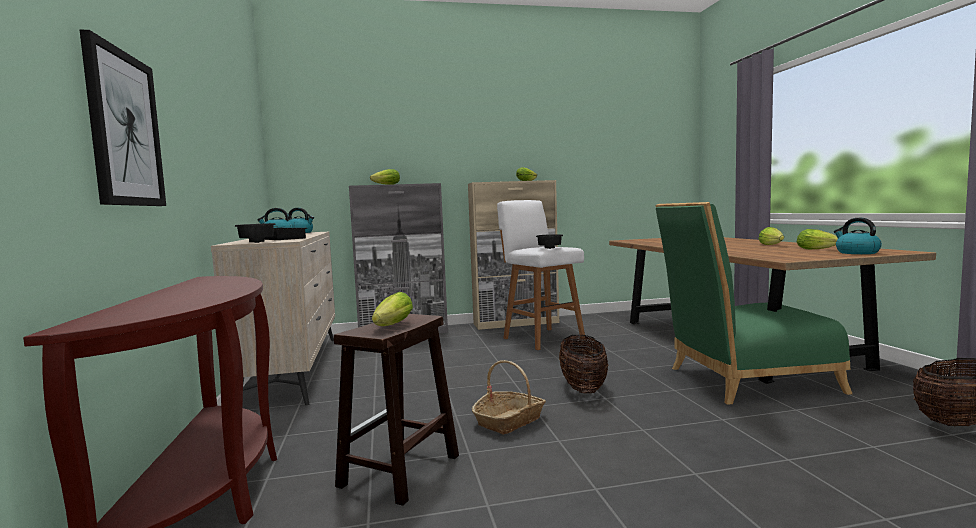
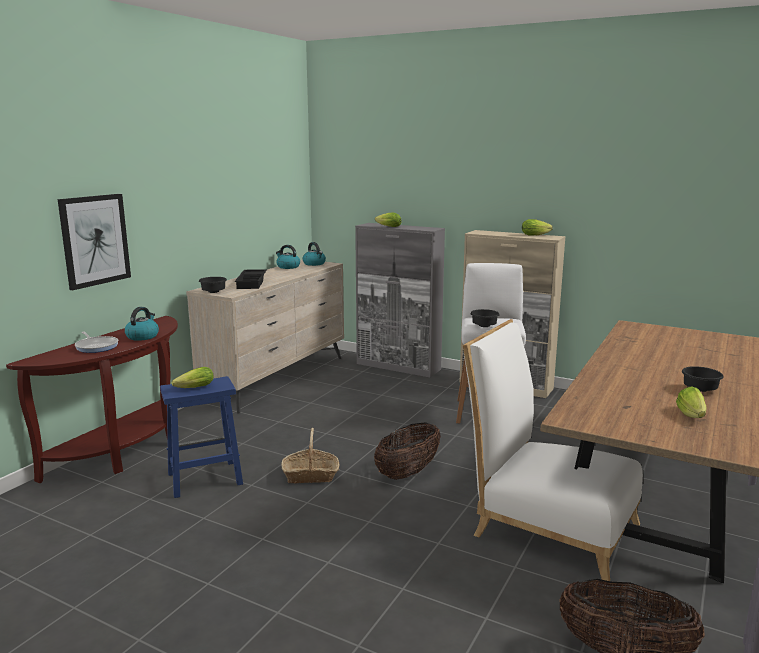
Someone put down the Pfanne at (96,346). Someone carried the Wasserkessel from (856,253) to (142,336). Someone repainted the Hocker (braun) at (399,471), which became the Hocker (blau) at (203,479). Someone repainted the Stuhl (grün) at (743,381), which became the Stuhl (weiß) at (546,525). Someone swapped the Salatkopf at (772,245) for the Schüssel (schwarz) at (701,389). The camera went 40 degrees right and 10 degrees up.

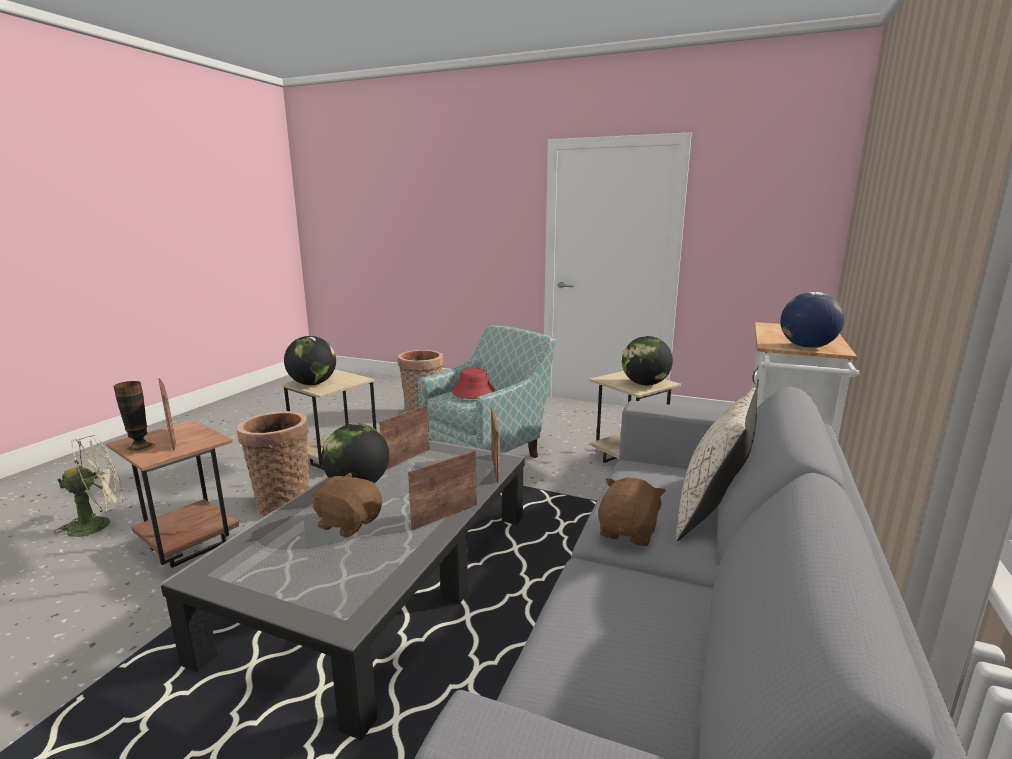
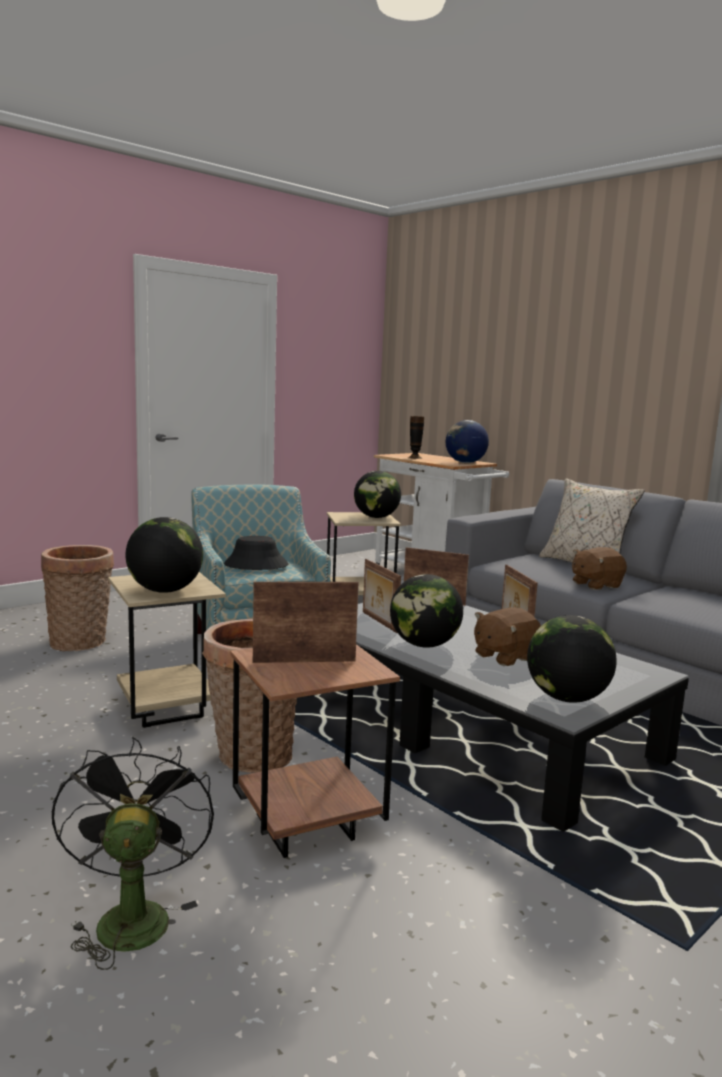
Someone repainted the Ventilator (beige) at (99,524), which became the Ventilator (schwarz) at (132,915). Someone repainted the Hut (rot) at (473,392), which became the Hut (schwarz) at (255,565). Someone carried the Vase from (140,447) to (415,458). Someone put down the Globus at (566,698). Someone rotated the Plüschtier (braun) at (628,532) by 75 degrees counterclockwise. The camera went 65 degrees left and 5 degrees down.

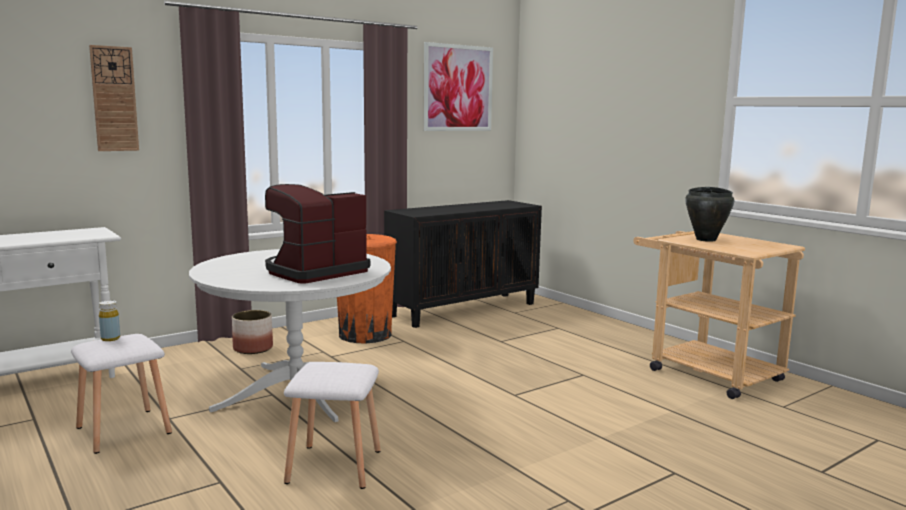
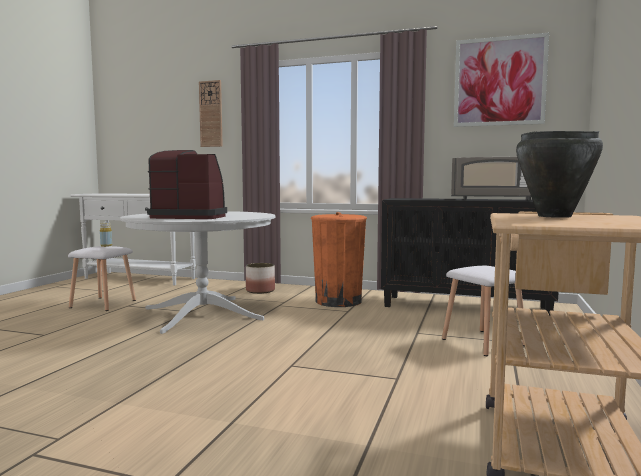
Someone carried the Hocker (weiß) from (334,465) to (484,342). Someone put down the Mikrowelle (grau) at (494,199). The camera went 55 degrees right and 5 degrees down.

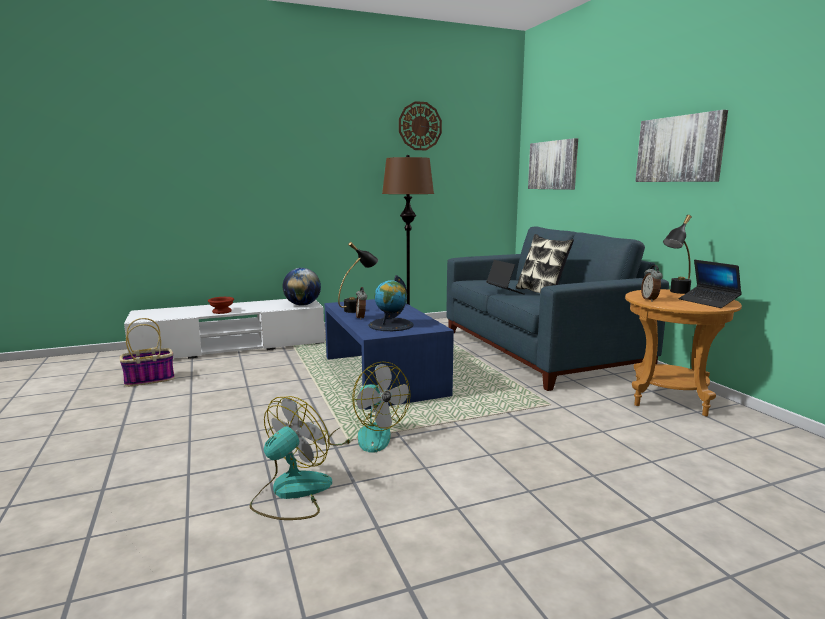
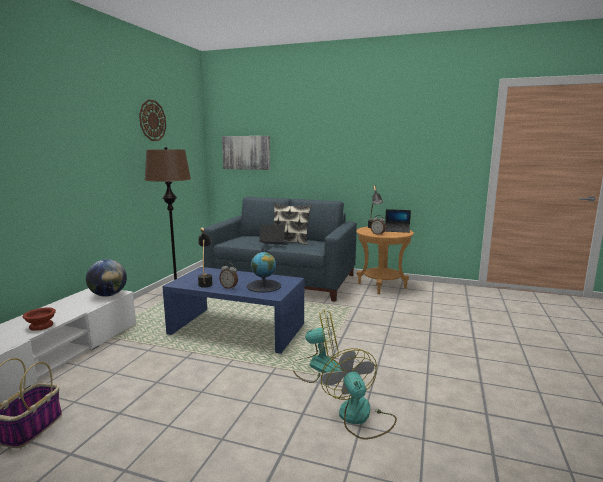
Someone took away the Bild at (679,149). The camera went 50 degrees left and 0 degrees up.

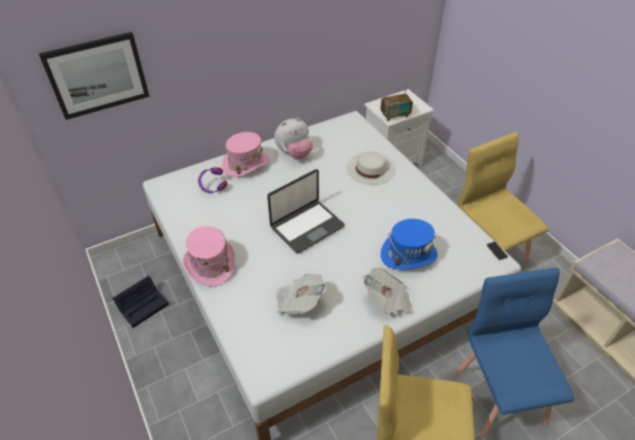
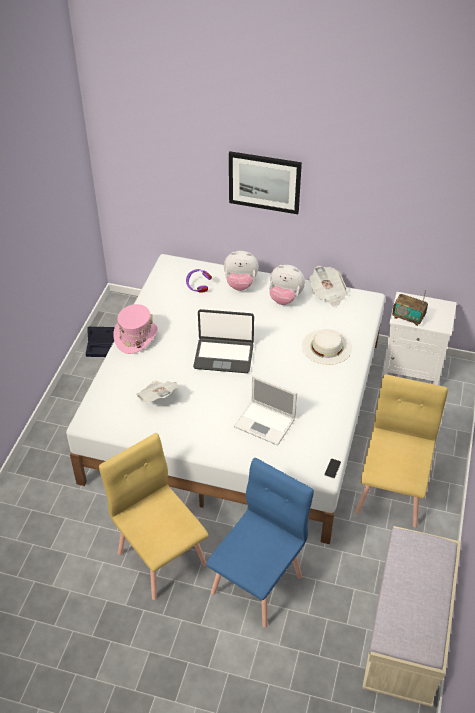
Someone swapped the Hut (rosa) at (246,164) for the Plüschtier at (240,284). Someone carried the Bild from (97,75) to (264,182). Someone swapped the Hut (blau) at (408,254) for the Laptop at (266,423). Someone carried the Zeitung from (387,301) to (328,294). The camera went 45 degrees right and 0 degrees up.

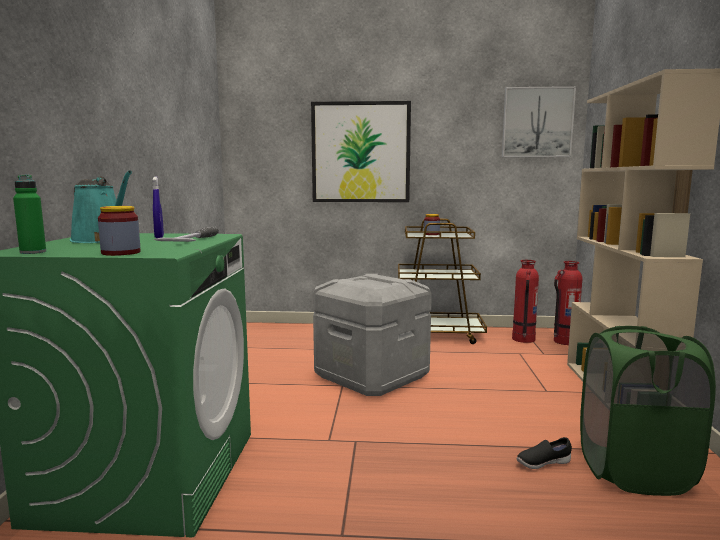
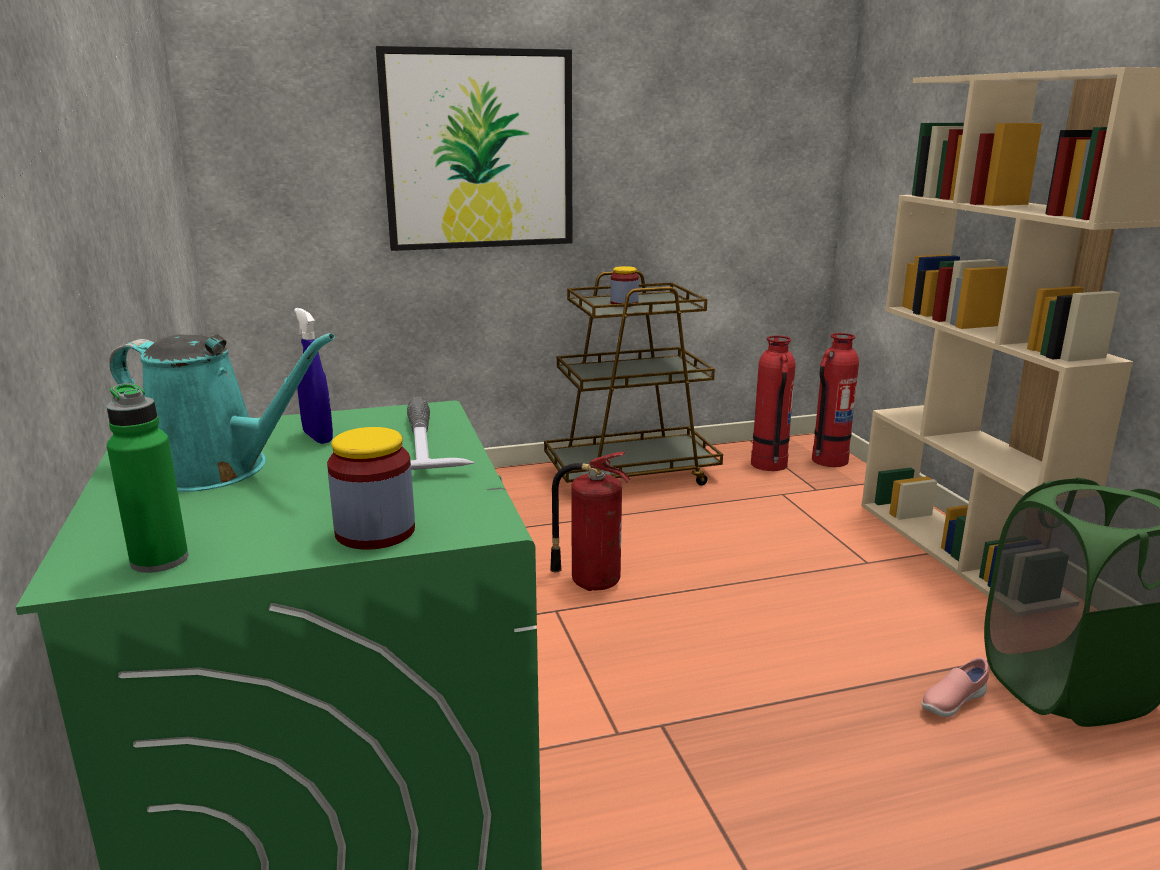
Someone swapped the Aufbewahrungsbox (grau) at (372,376) for the Feuerlöscher at (592,581). Someone repainted the Schuh (schwarz) at (542,463), which became the Schuh (rosa) at (952,702). Someone took away the Bild at (537,122). The camera went 20 degrees left and 10 degrees up.

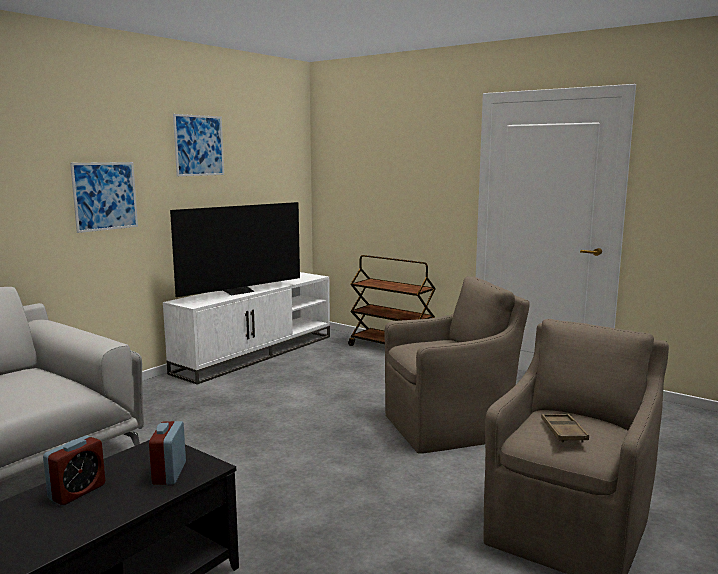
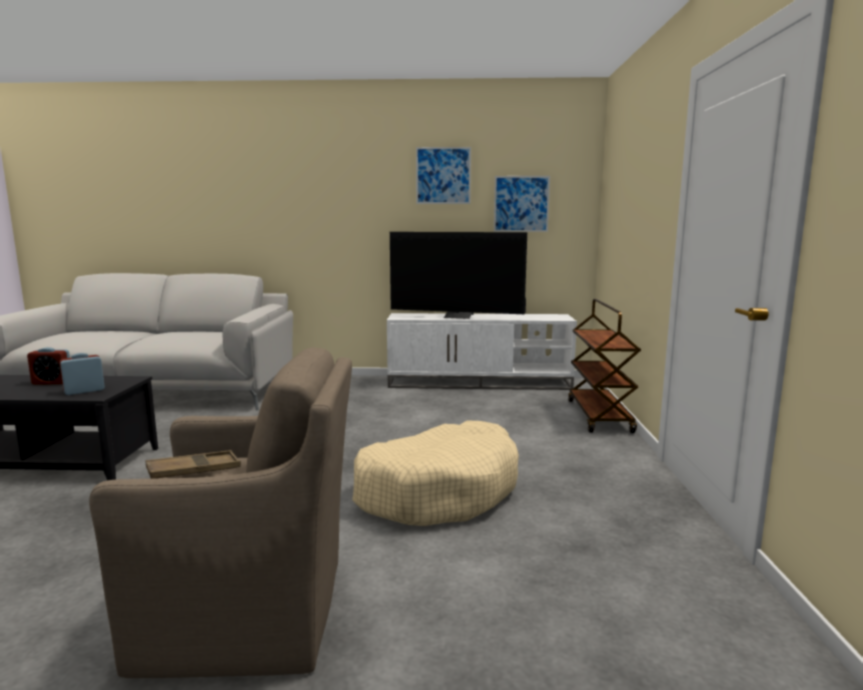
Someone swapped the Sessel (braun) at (449,427) for the Hundebett (beige) at (438,491). Someone carried the Bild from (105,196) to (521,204). The camera went 55 degrees right and 0 degrees up.

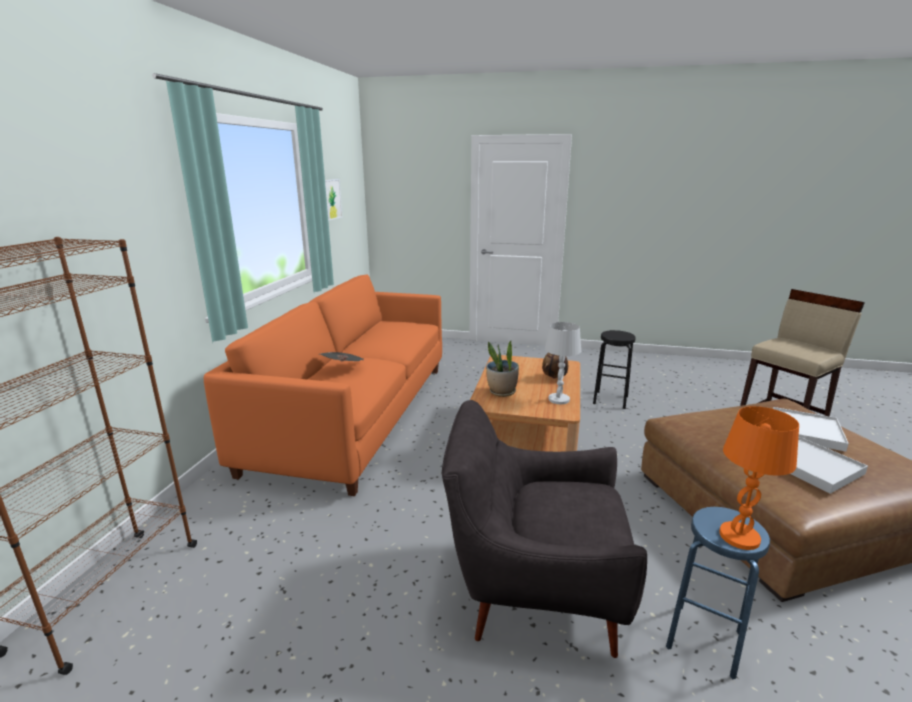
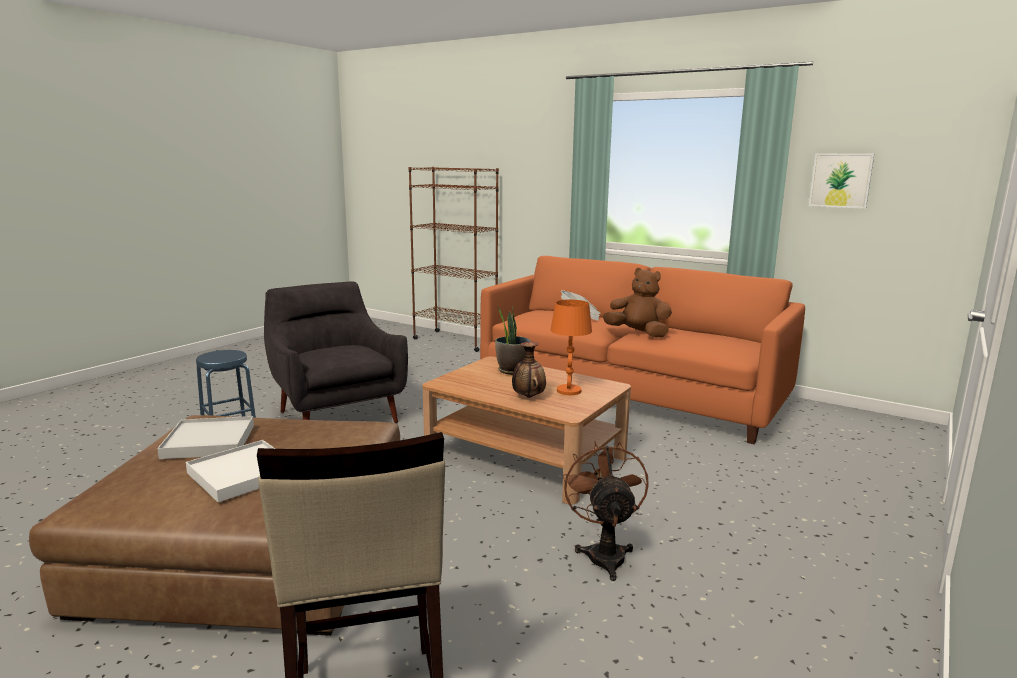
Someone rotated the Sessel (grau) at (533,590) by 60 degrees counterclockwise. Someone carried the Tischlampe (orange) from (739,536) to (569,391). Someone swapped the Hocker (schwarz) at (610,400) for the Ventilator (braun) at (604,553). Someone put down the Plüschtier (braun) at (638,334). Someone took away the Tischlampe (weiß) at (558,399). The camera went 110 degrees right and 5 degrees down.

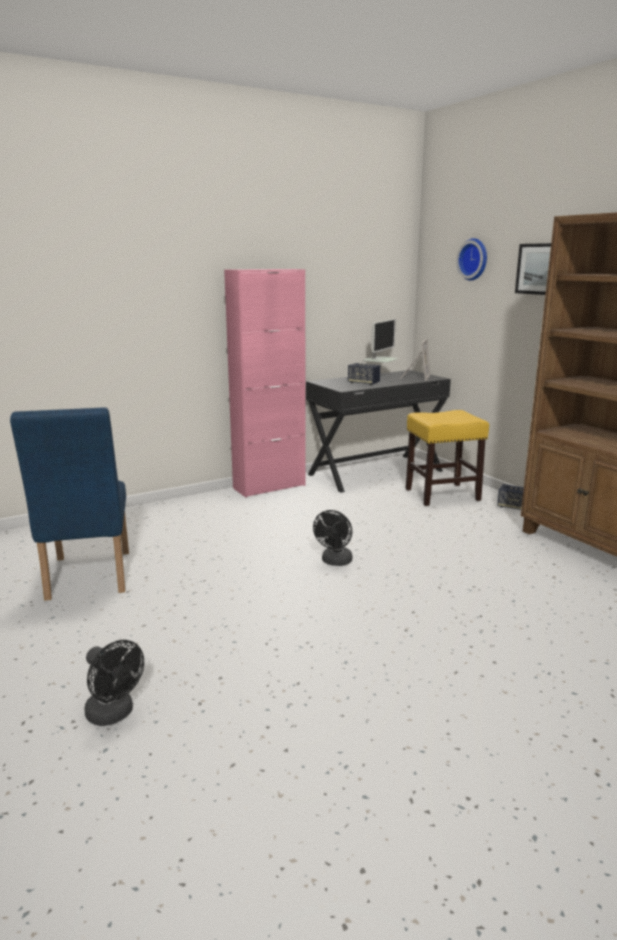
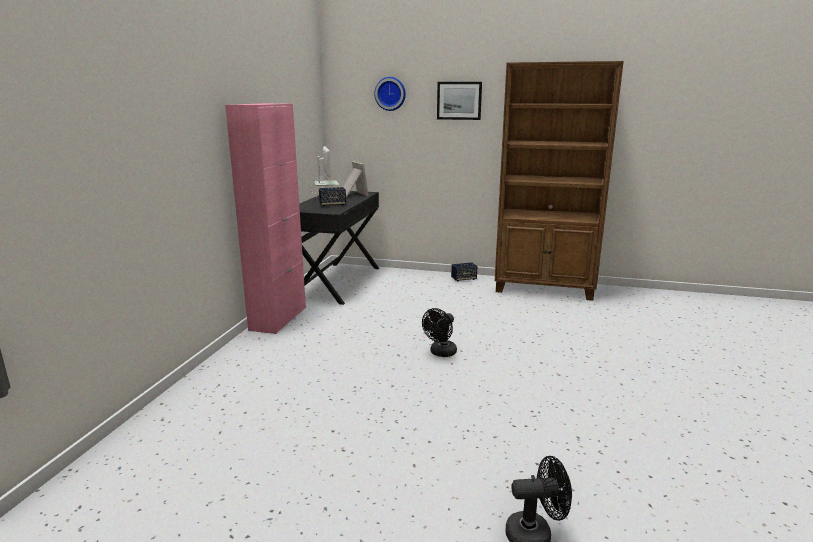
Someone rotated the Ventilator (schwarz) at (335,562) by 60 degrees clockwise. Someone took away the Stuhl (blau) at (87,579). Someone took away the Hocker (gelb) at (441,495). The camera went 45 degrees left and 0 degrees up.

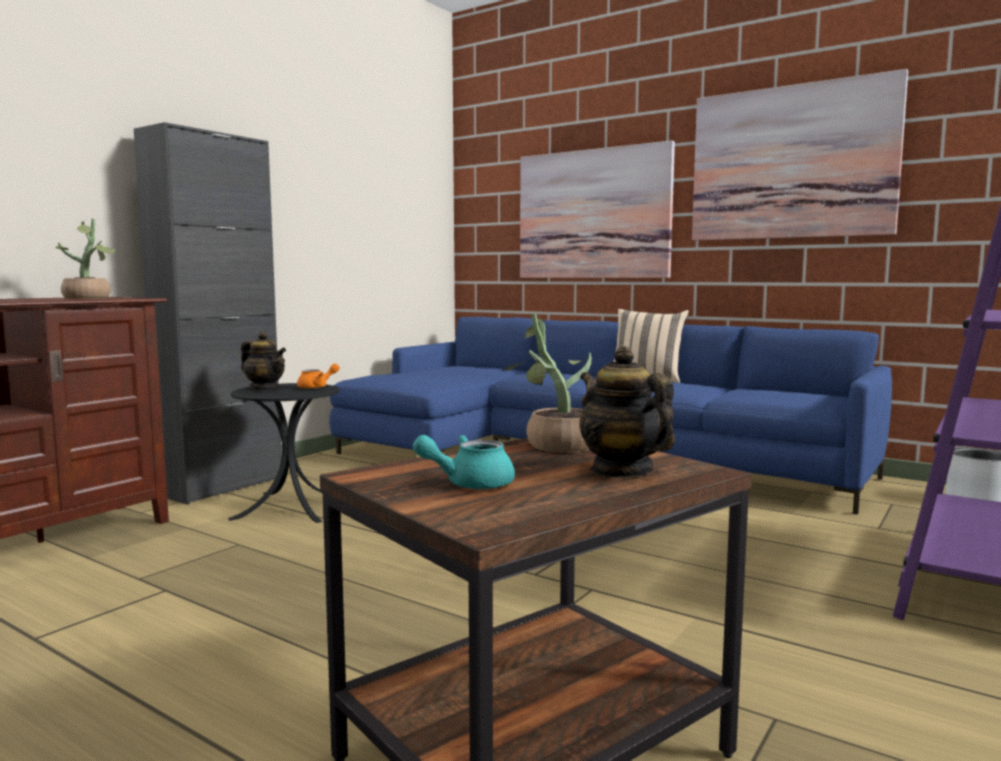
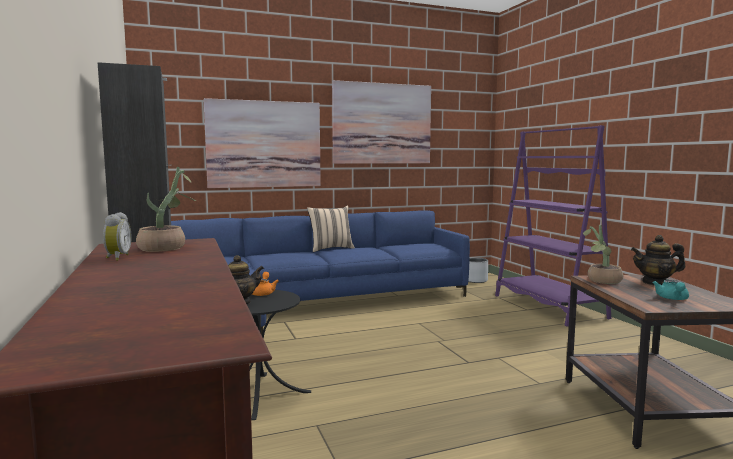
Someone put down the Wecker at (116,258). The camera went 55 degrees left and 0 degrees up.

